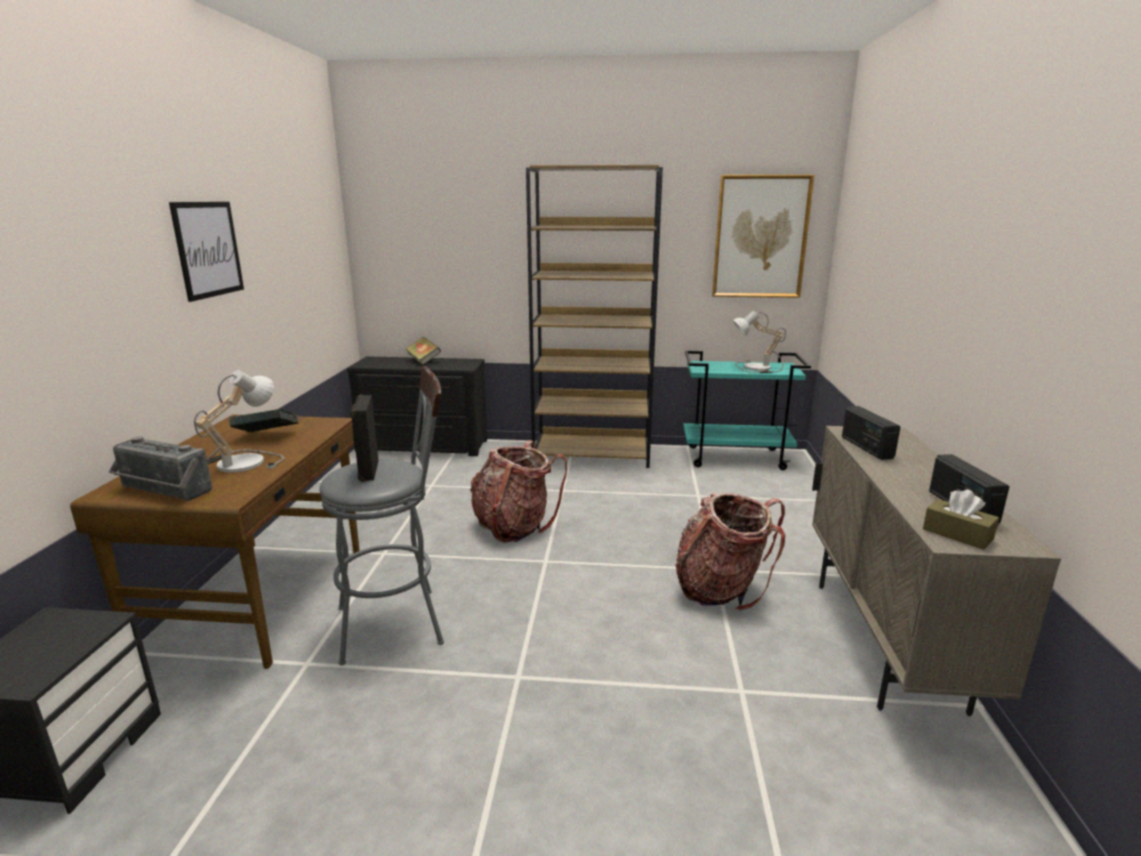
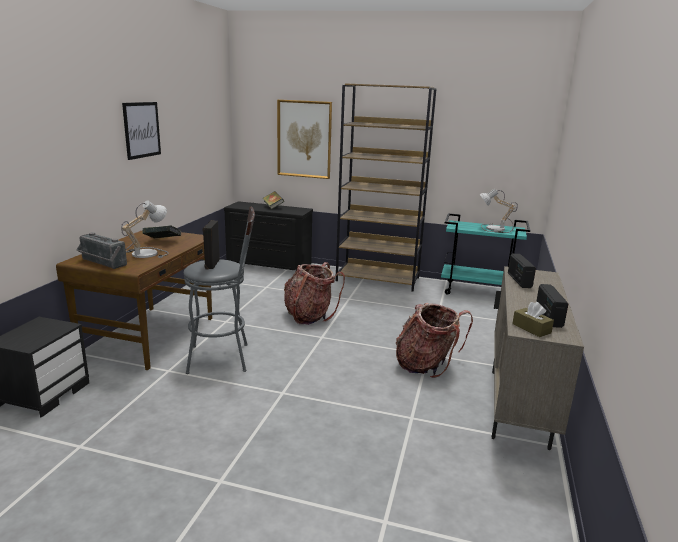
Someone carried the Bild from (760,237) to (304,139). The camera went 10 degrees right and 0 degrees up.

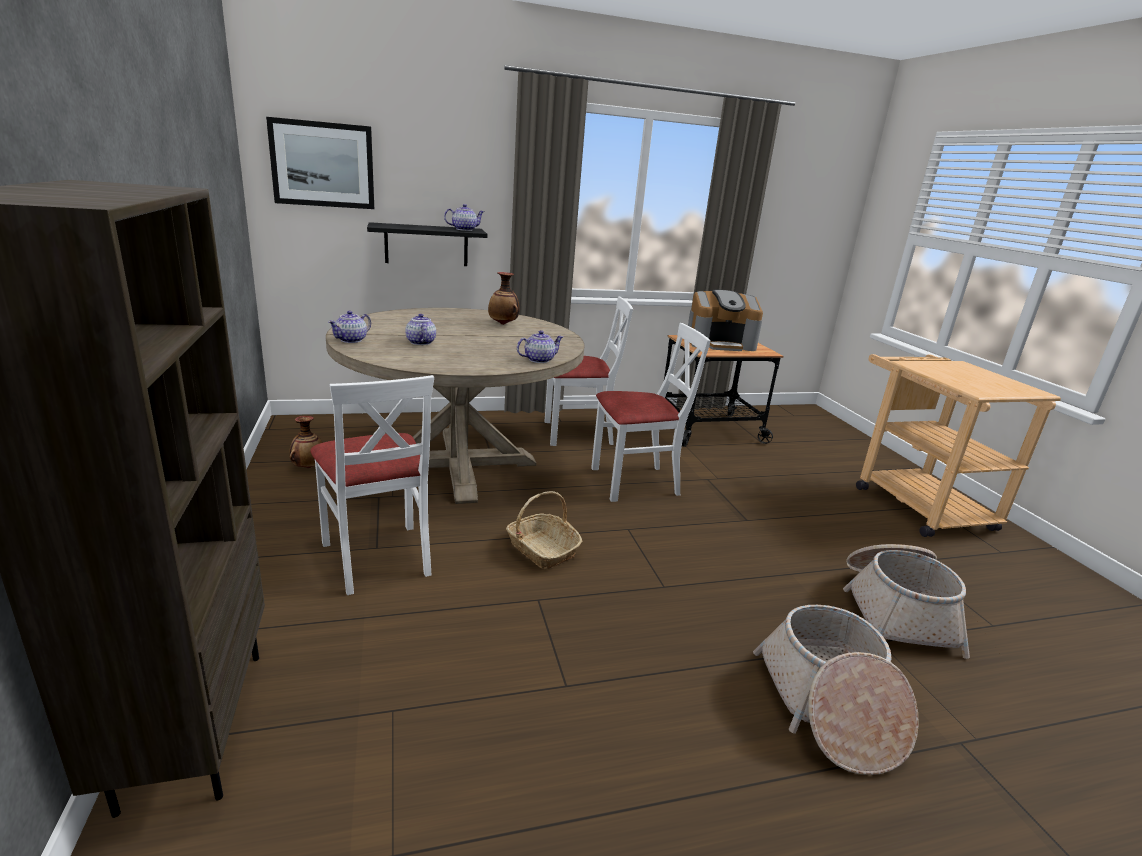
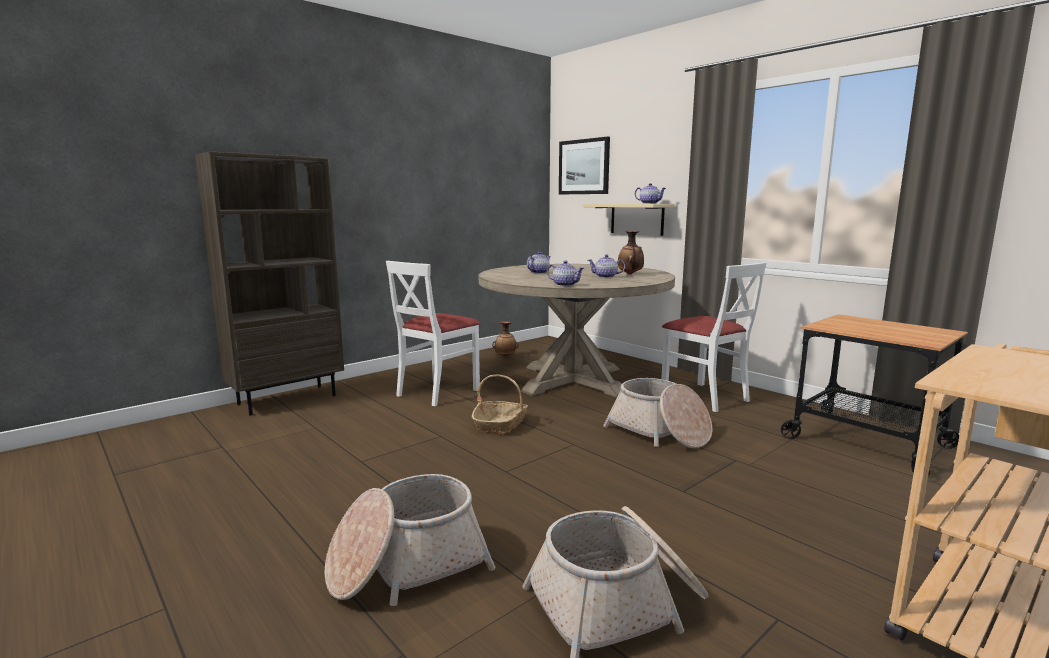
Someone repainted the Wandregal (schwarz) at (426,245), which became the Wandregal (beige) at (637,219). Someone carried the Teekanne from (351,340) to (606,276). Someone swapped the Stuhl (weiß) at (635,482) for the Korb at (659,432). Someone took away the Kaffeemaschine at (720,343). The camera went 65 degrees right and 10 degrees down.

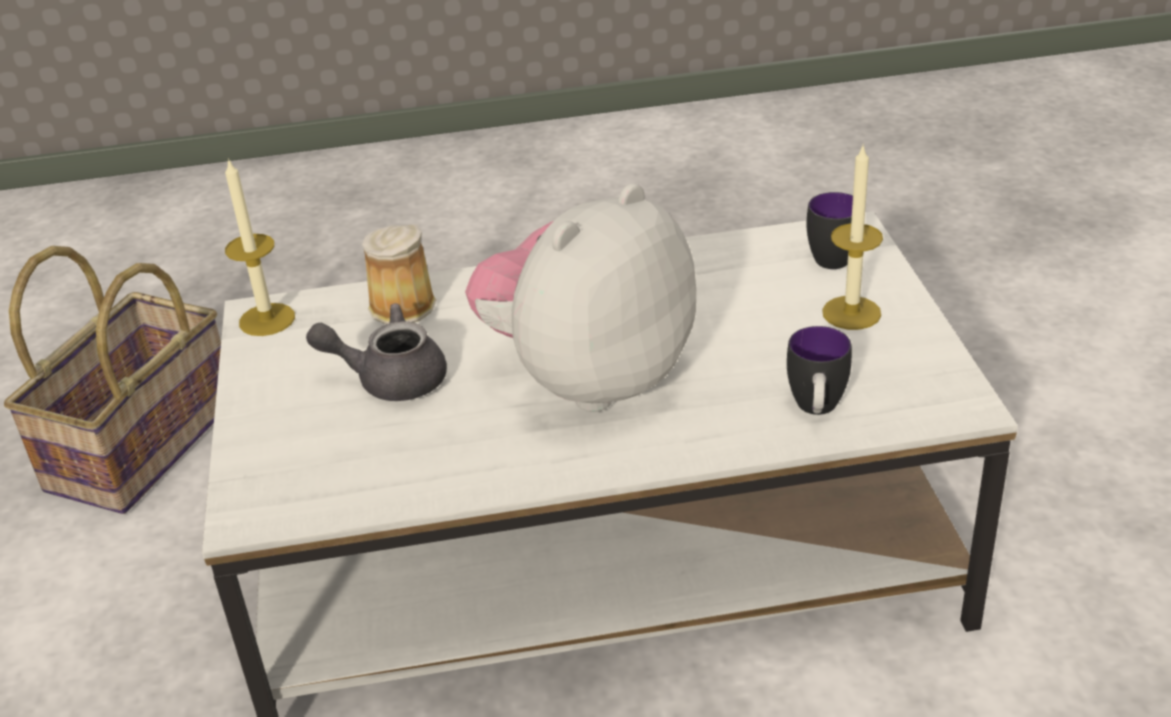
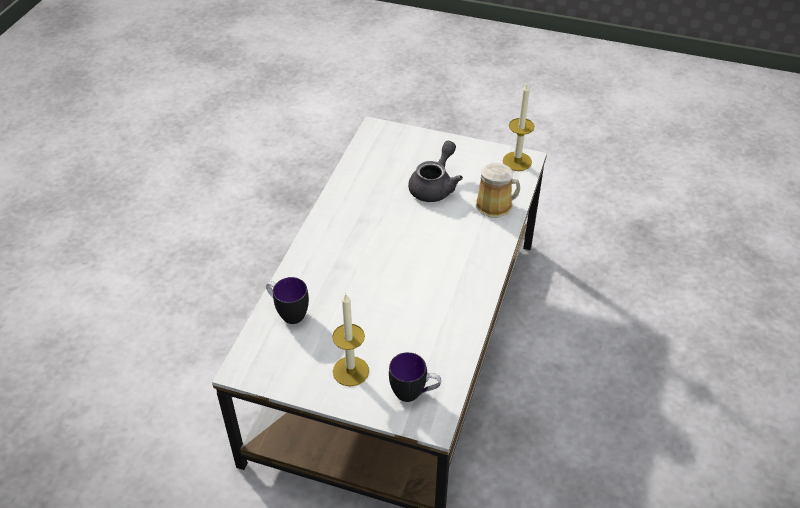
Someone took away the Korb at (141,443). Someone took away the Plüschtier at (588,378). The camera went 115 degrees right and 10 degrees up.

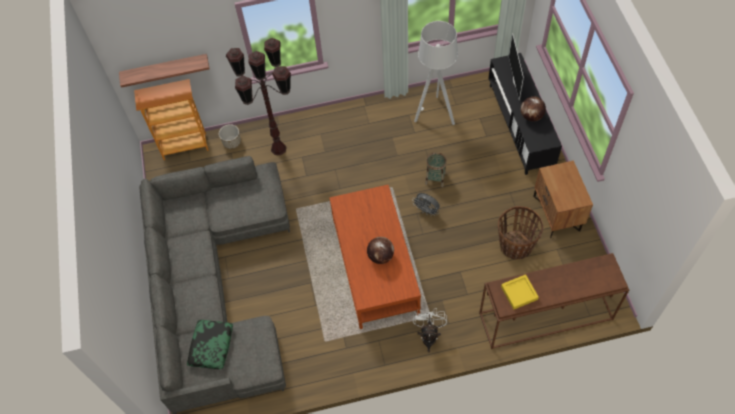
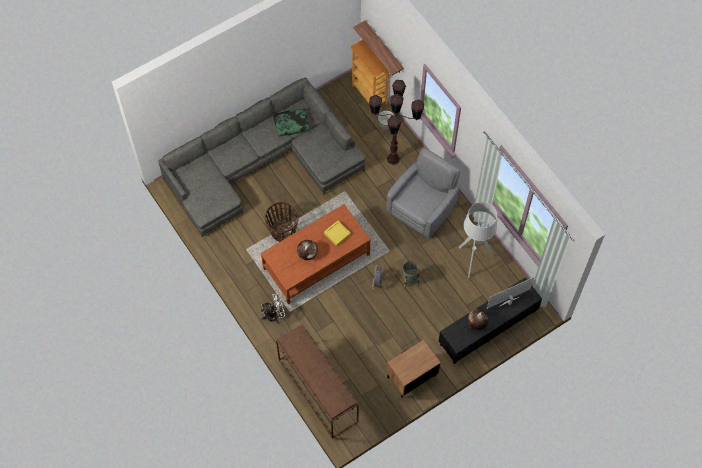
Someone carried the Korb from (515,246) to (283,231). Someone carried the Kissen from (211,346) to (291,124). Someone carried the Tablett (gelb) from (519,293) to (337,234). Someone put down the Sessel (grau) at (422,208). The camera went 65 degrees right and 5 degrees up.

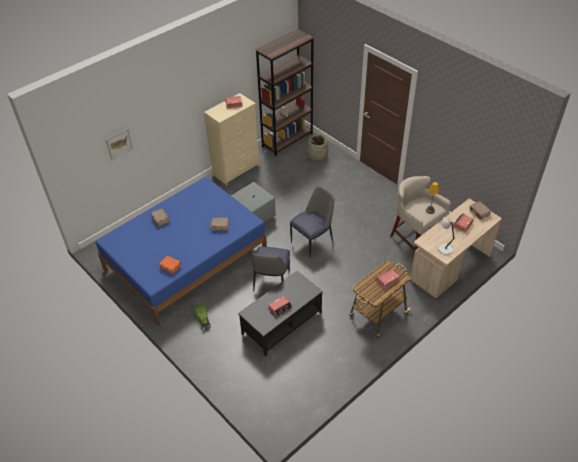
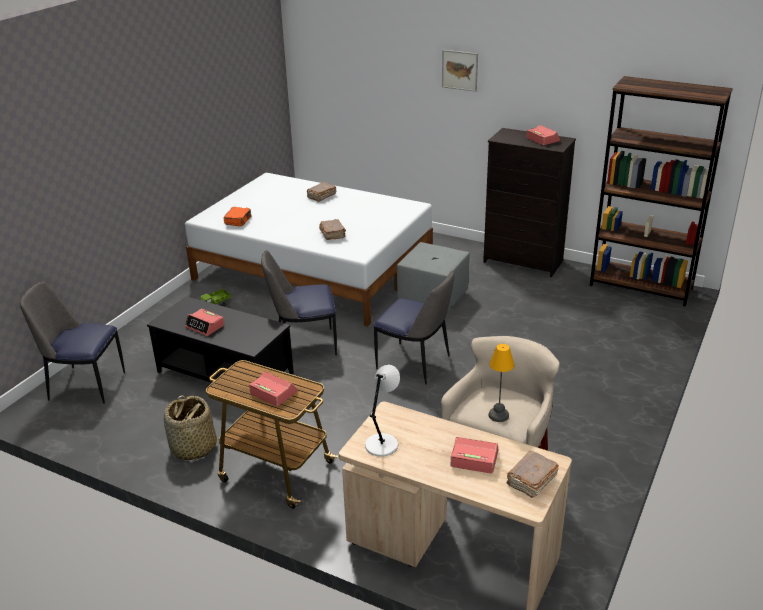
Someone put down the Stuhl at (85,385). Someone carried the Korb from (318,156) to (193,448). Someone repainted the Bett (blau) at (186,260), which became the Bett (weiß) at (314,269). Someone carried the Bild from (119,143) to (460,70). Someone repainted the Kommode (beige) at (236,170), which became the Kommode (schwarz) at (523,262). The camera went 70 degrees right and 15 degrees down.

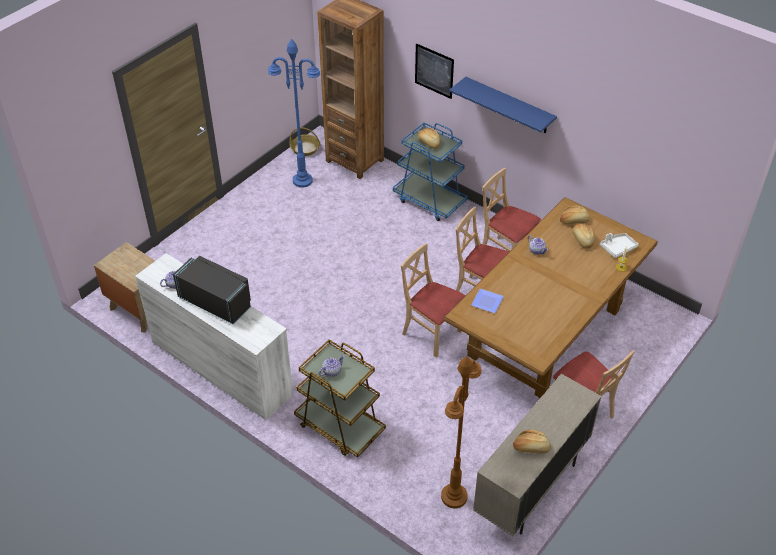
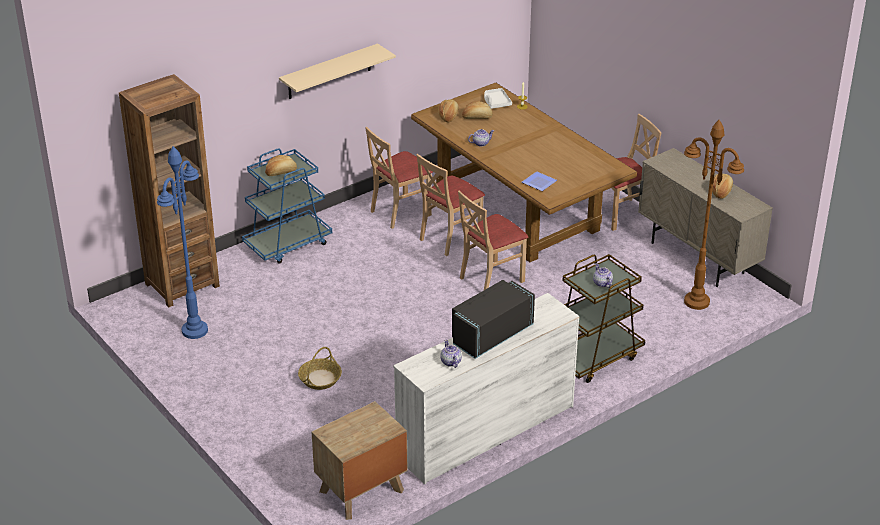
Someone repainted the Wandregal (blau) at (509,106), which became the Wandregal (beige) at (329,72). Someone carried the Korb from (305,149) to (320,379). Someone took away the Bild at (434,71). The camera went 75 degrees left and 10 degrees down.

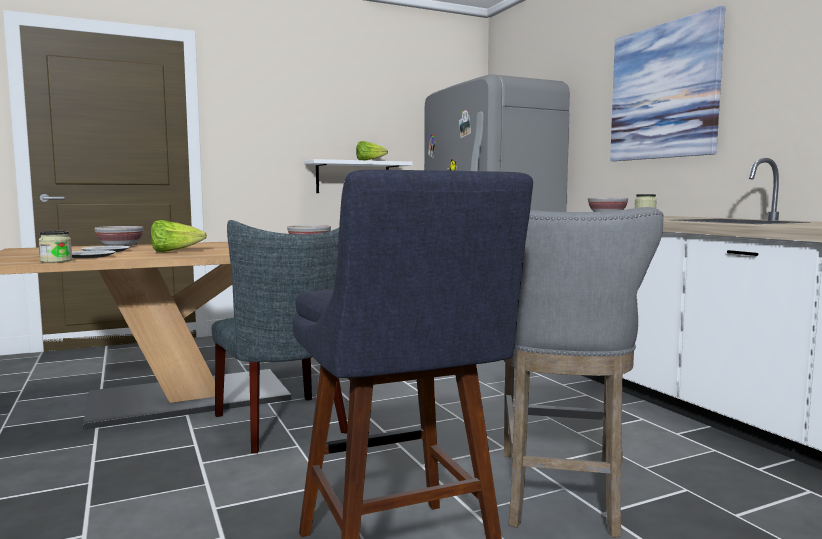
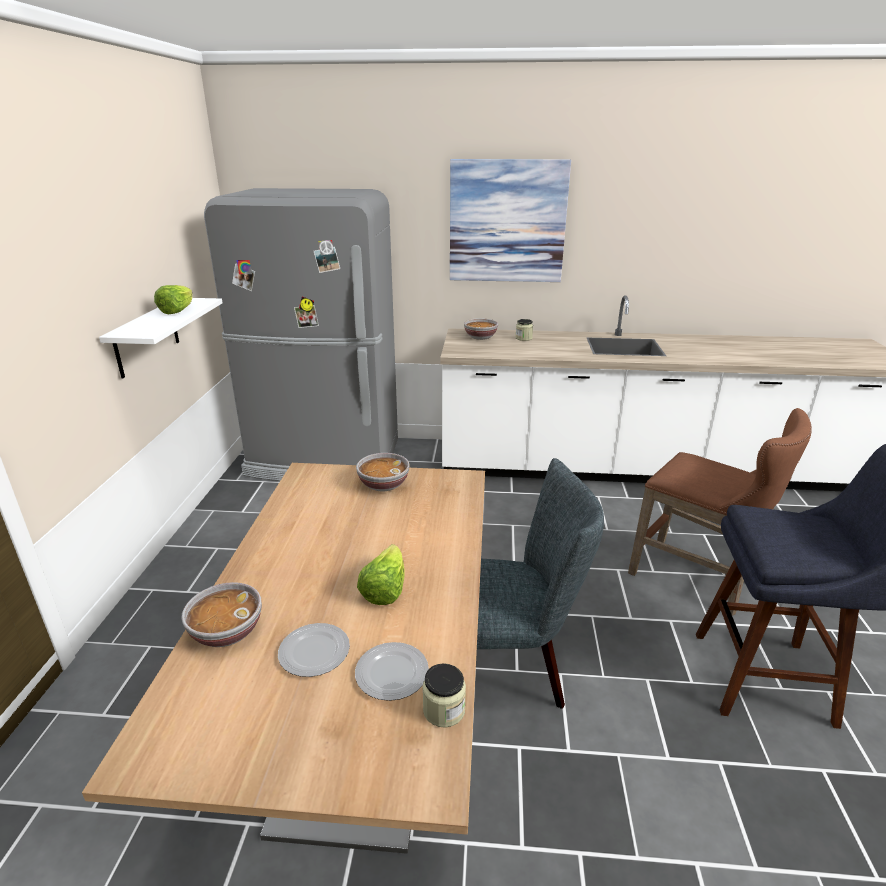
Someone repainted the Hocker (grau) at (559,495), which became the Hocker (braun) at (698,580). The camera went 60 degrees left and 20 degrees up.

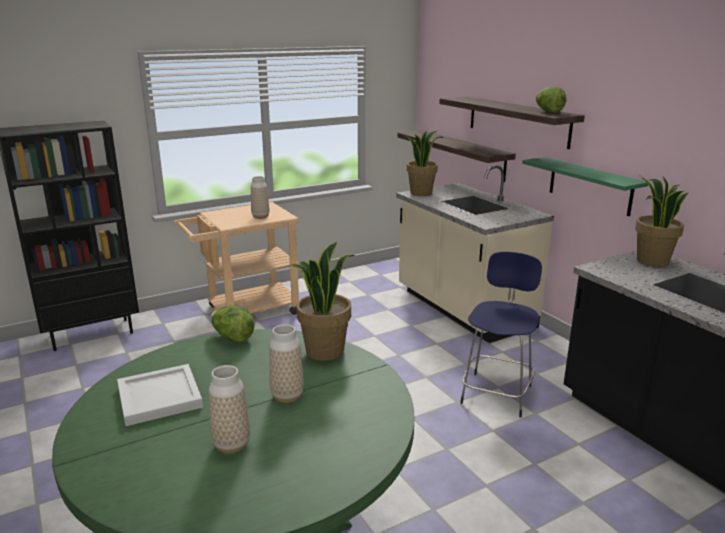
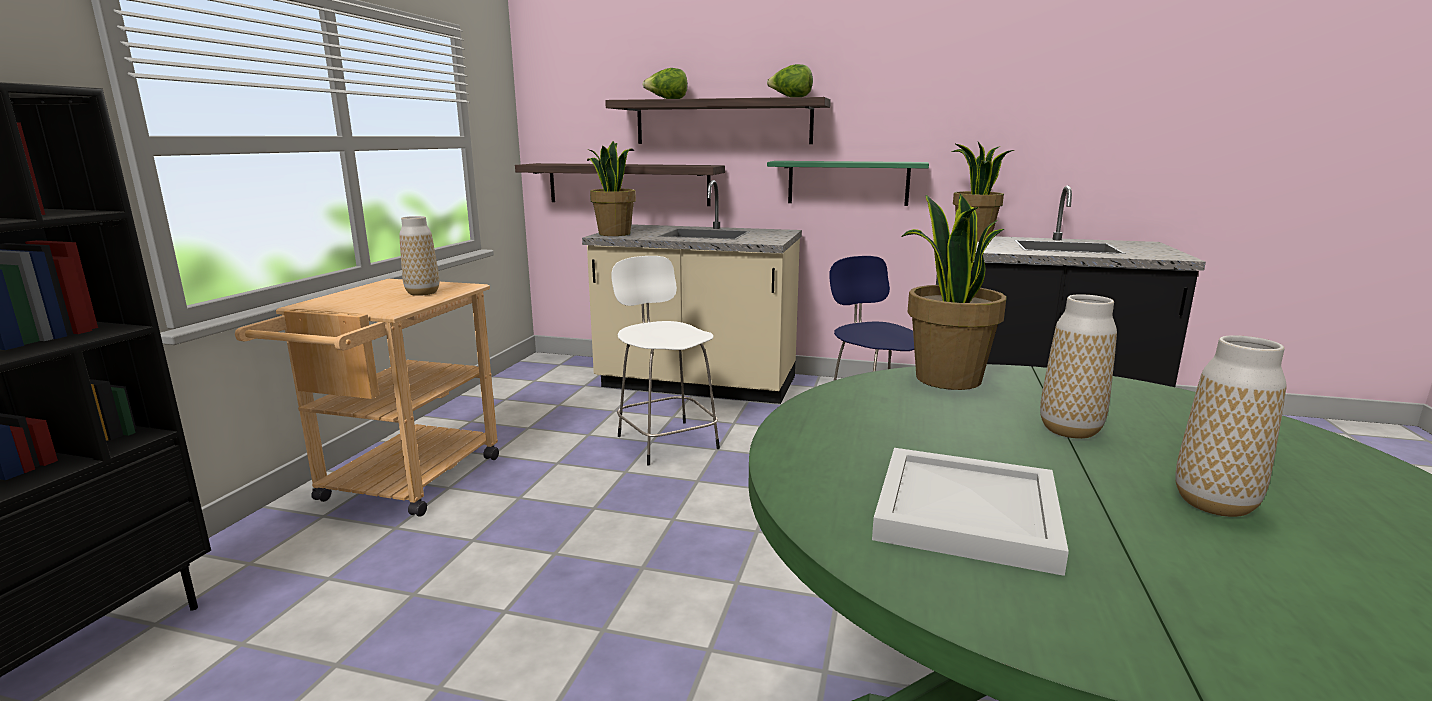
Someone put down the Hocker (weiß) at (666,441). Someone carried the Salatkopf from (232,338) to (667,100). The camera went 45 degrees left and 5 degrees down.

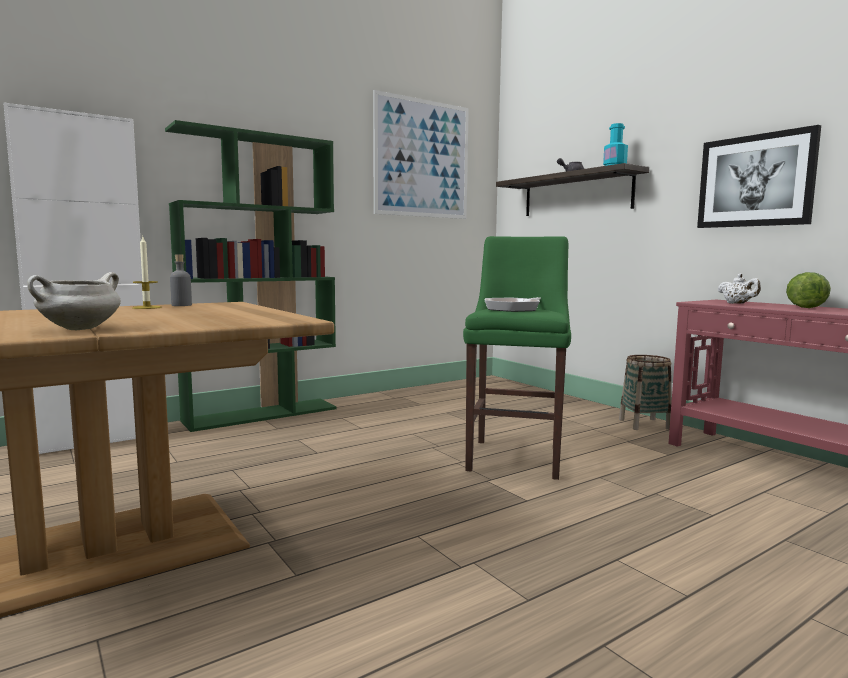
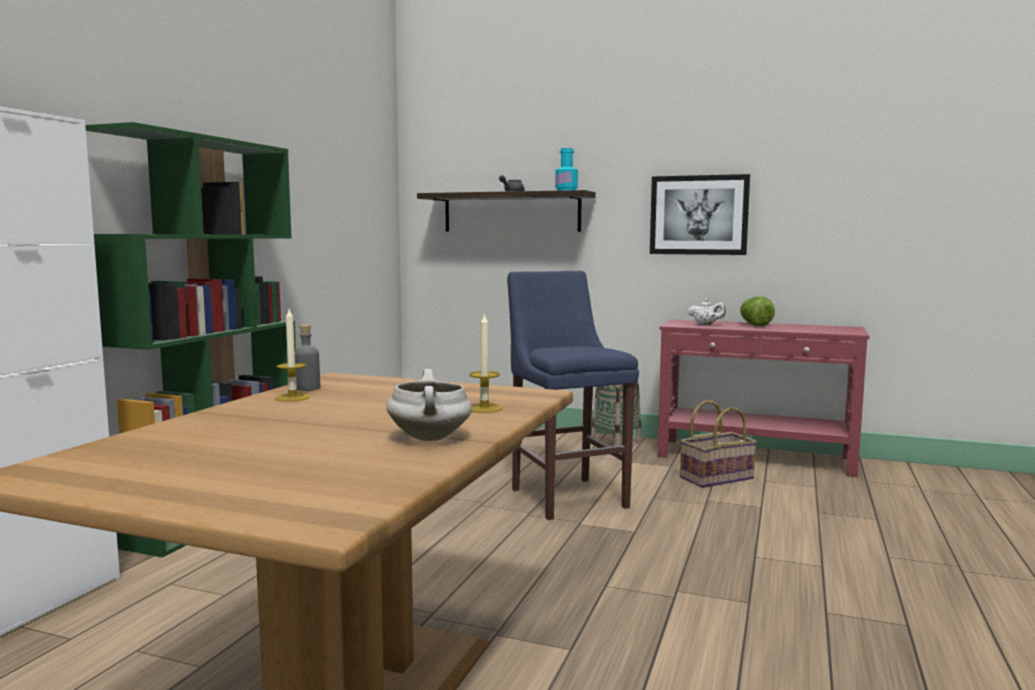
Someone put down the Kerze at (484,408). Someone repainted the Hocker (grün) at (516,456), which became the Hocker (blau) at (566,496). Someone put down the Korb at (716,478). Someone took away the Bild at (422,159). Someone took away the Pfanne at (514,309). The camera went 35 degrees left and 0 degrees up.

